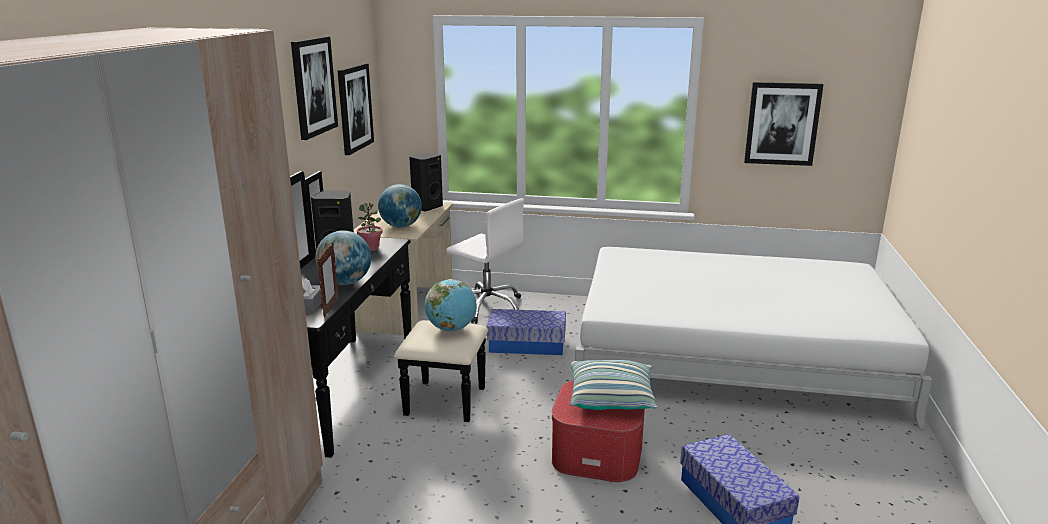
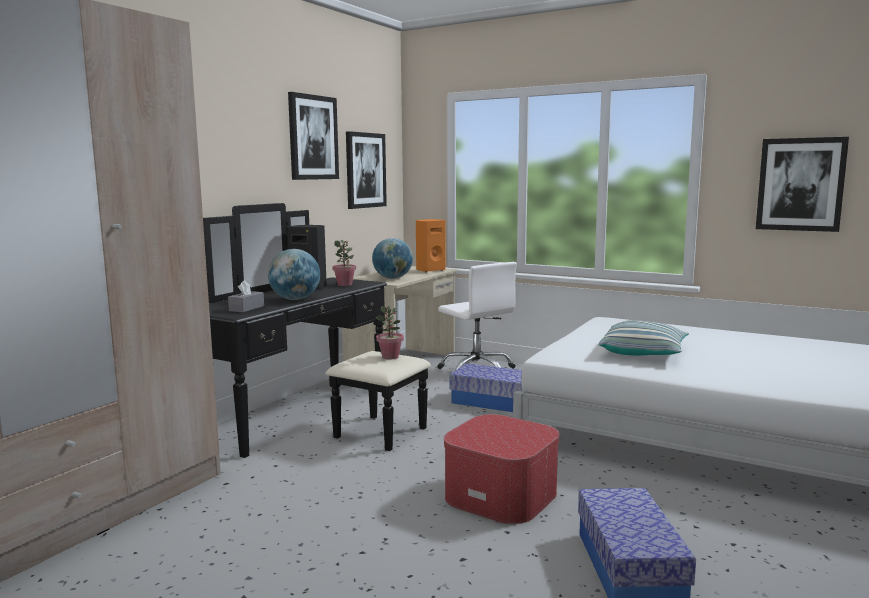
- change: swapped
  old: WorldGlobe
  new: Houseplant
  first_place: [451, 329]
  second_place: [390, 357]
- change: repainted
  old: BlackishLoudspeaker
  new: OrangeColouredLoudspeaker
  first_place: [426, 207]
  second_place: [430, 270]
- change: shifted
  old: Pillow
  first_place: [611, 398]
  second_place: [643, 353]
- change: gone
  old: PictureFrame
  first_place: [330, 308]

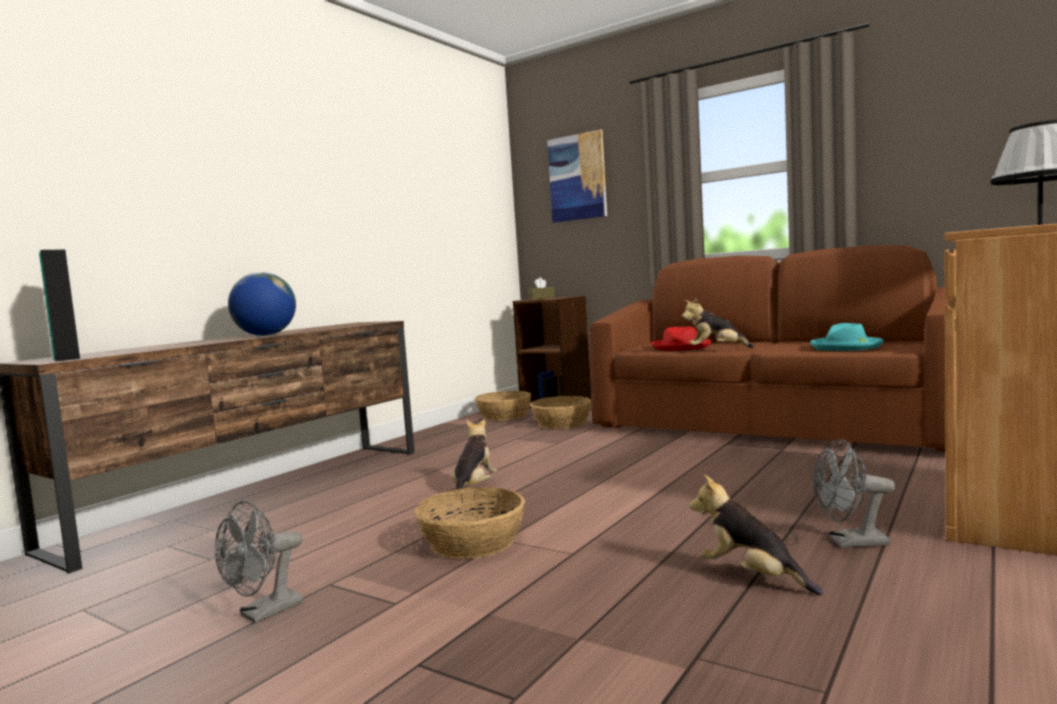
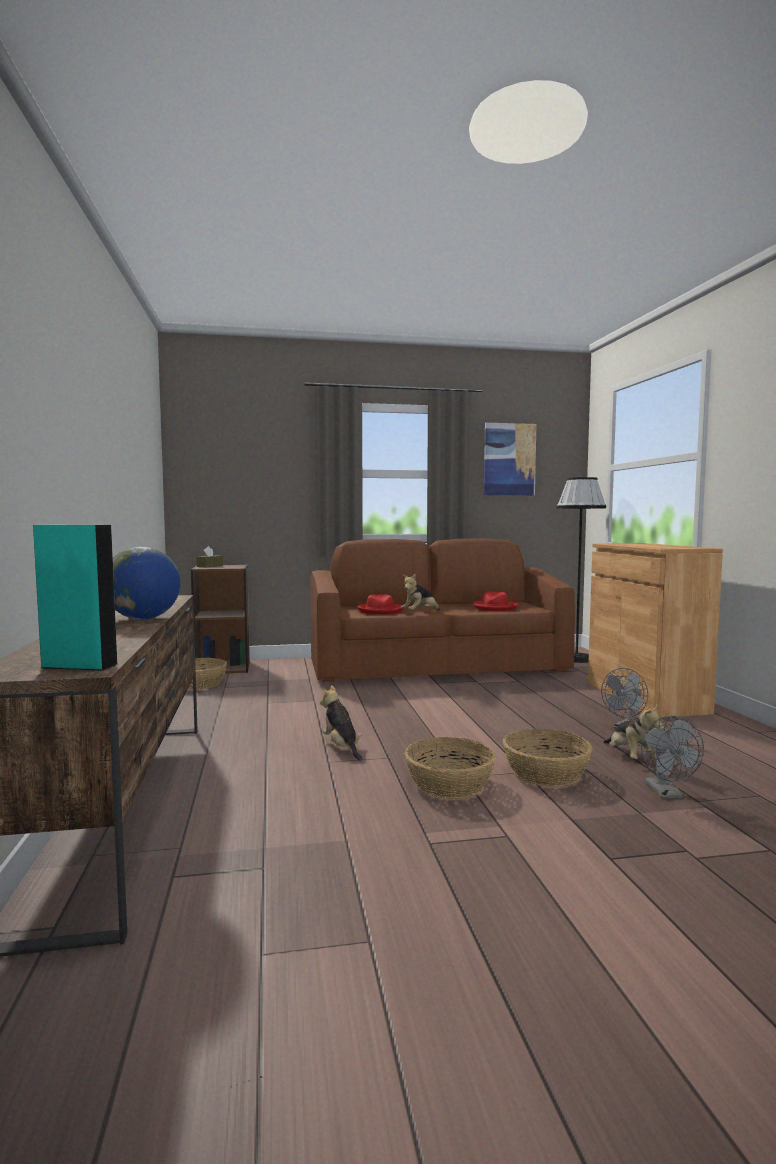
- change: repainted
  old: BlueGreenWearableHat
  new: RedColouredWearableHat
  first_place: [846, 347]
  second_place: [495, 607]
- change: shifted
  old: WallArt
  first_place: [577, 177]
  second_place: [509, 459]
- change: shifted
  old: StorageBasket
  first_place: [562, 423]
  second_place: [545, 773]
- change: rotated
  old: CuddlyToy
  first_place: [752, 577]
  second_place: [630, 757]
  degrees: -105
- change: shifted
  old: GreyElectricFan
  first_place: [263, 613]
  second_place: [667, 794]

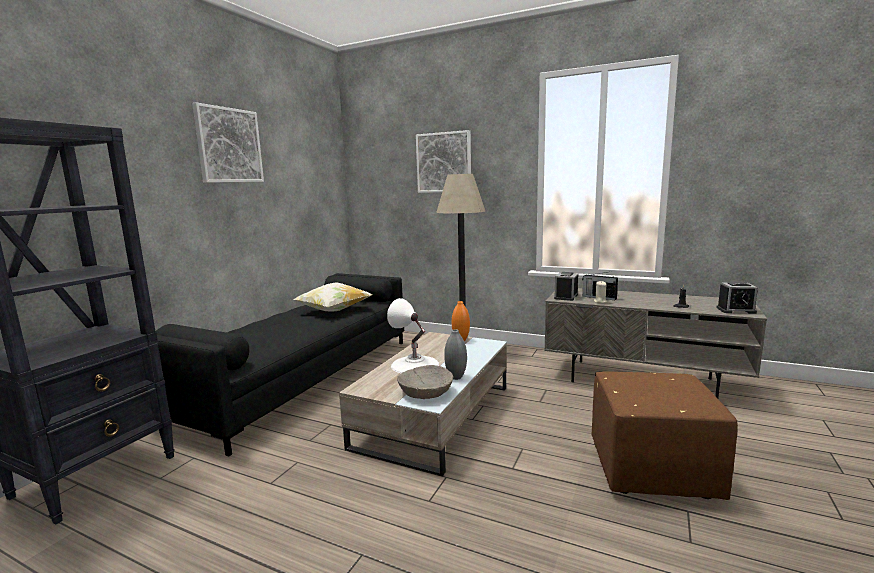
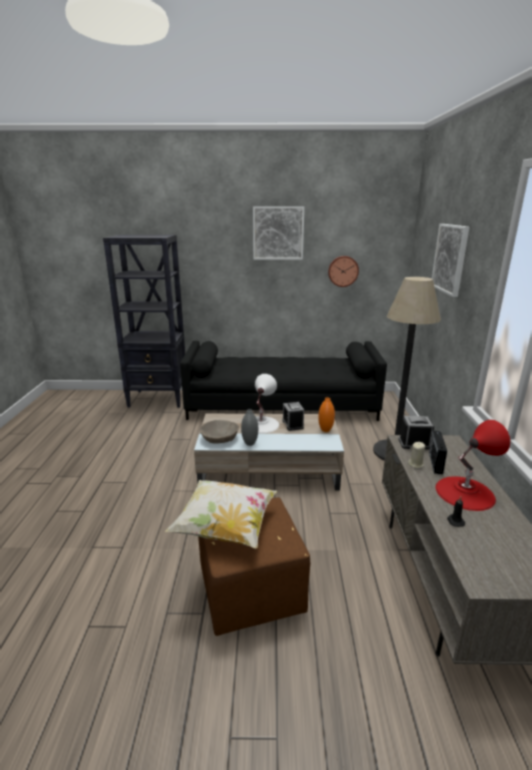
- change: shifted
  old: Pillow
  first_place: [334, 311]
  second_place: [225, 528]
- change: shifted
  old: AlarmClock
  first_place: [736, 310]
  second_place: [293, 424]
- change: new
  new: WallClock
  second_place: [343, 271]
- change: new
  new: RedColouredLampForATable
  second_place: [464, 492]

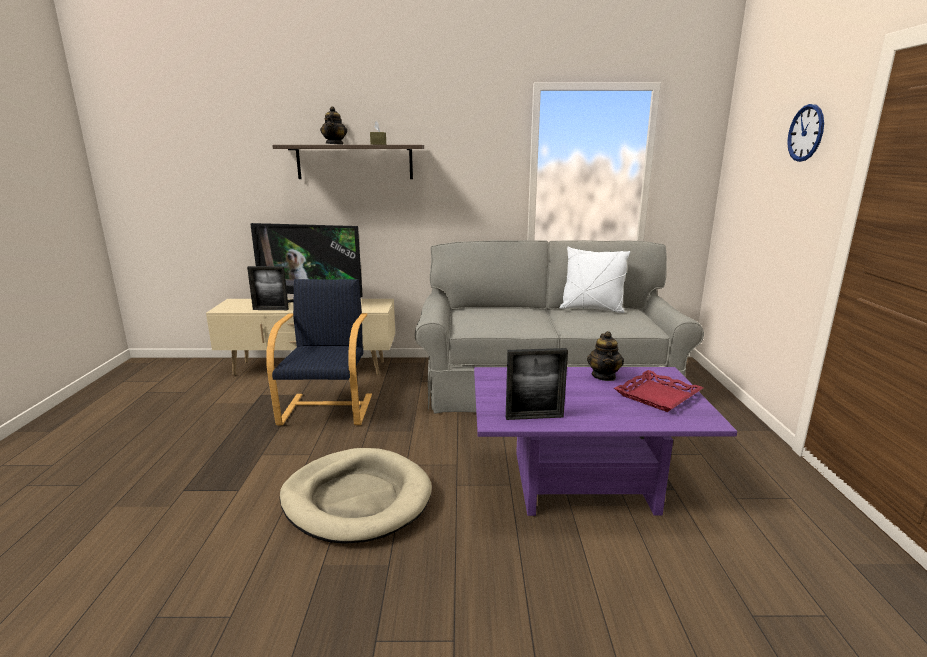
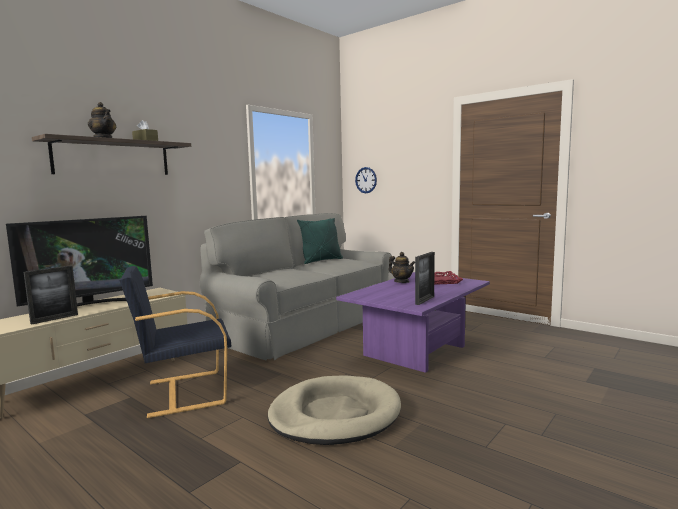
- change: rotated
  old: BlackishArmchair
  first_place: [327, 409]
  second_place: [184, 392]
  degrees: -60
- change: repainted
  old: WhitePillow
  new: GreenColouredPillow
  first_place: [592, 309]
  second_place: [321, 261]
- change: shifted
  old: WallClock
  first_place: [805, 133]
  second_place: [366, 180]

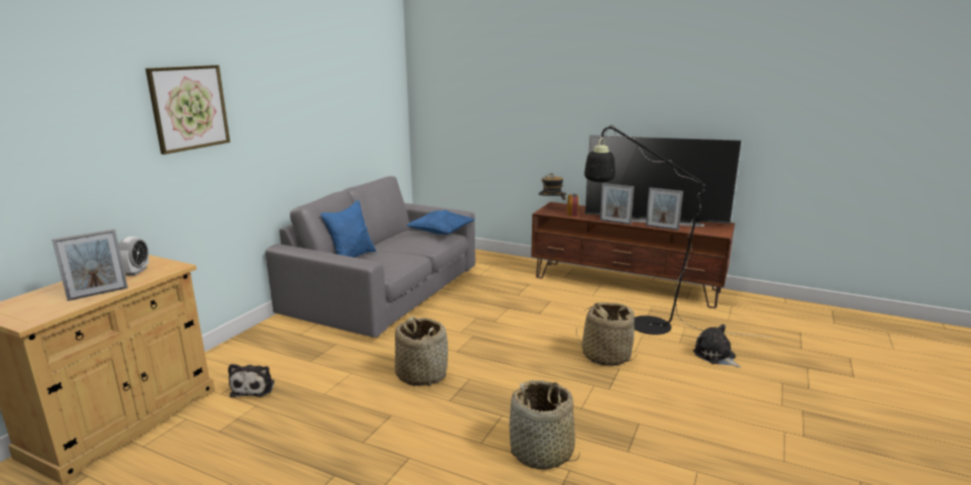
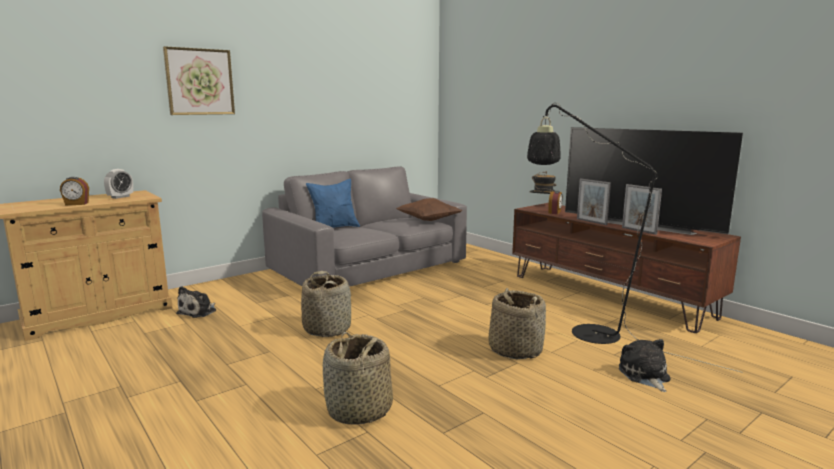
- change: swapped
  old: PictureFrame
  new: AlarmClock
  first_place: [98, 294]
  second_place: [76, 204]
- change: repainted
  old: BluishPillow
  new: BrownishPillow
  first_place: [441, 233]
  second_place: [428, 220]

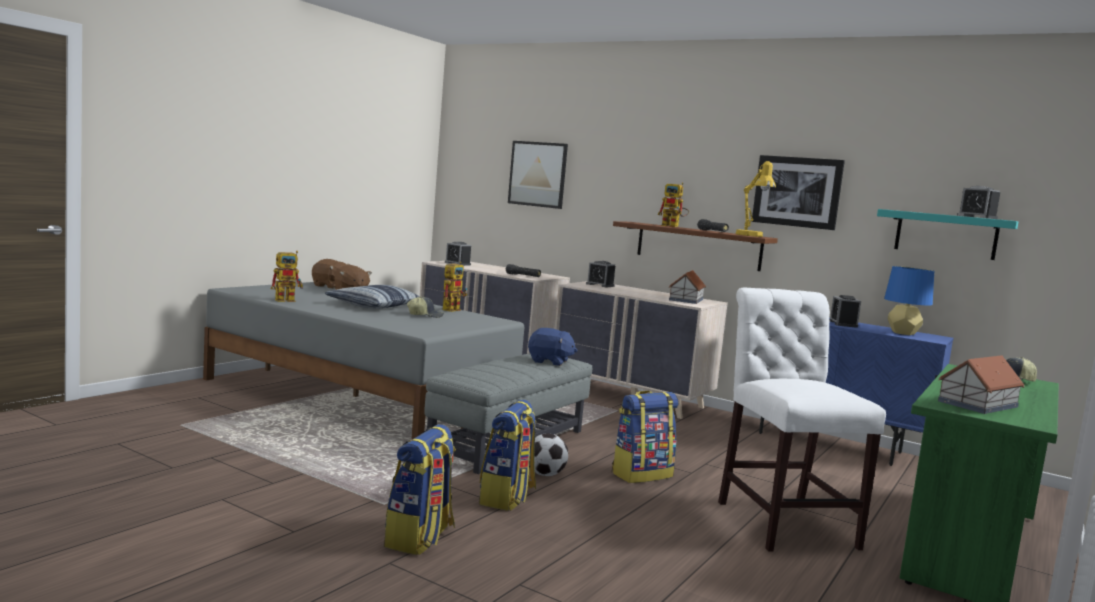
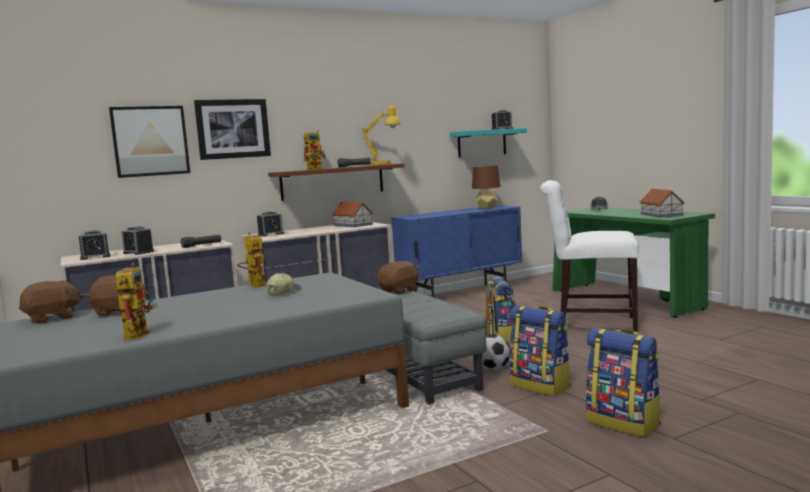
- change: shifted
  old: AlarmClock
  first_place: [843, 324]
  second_place: [138, 252]
- change: shifted
  old: WallArt
  first_place: [797, 192]
  second_place: [233, 129]
- change: repainted
  old: BluishCuddlyToy
  new: BrownishCuddlyToy
  first_place: [550, 361]
  second_place: [400, 291]
- change: repainted
  old: BluishLampForATable
  new: BrownishLampForATable
  first_place: [903, 333]
  second_place: [487, 208]
- change: gone
  old: Pillow
  first_place: [372, 305]

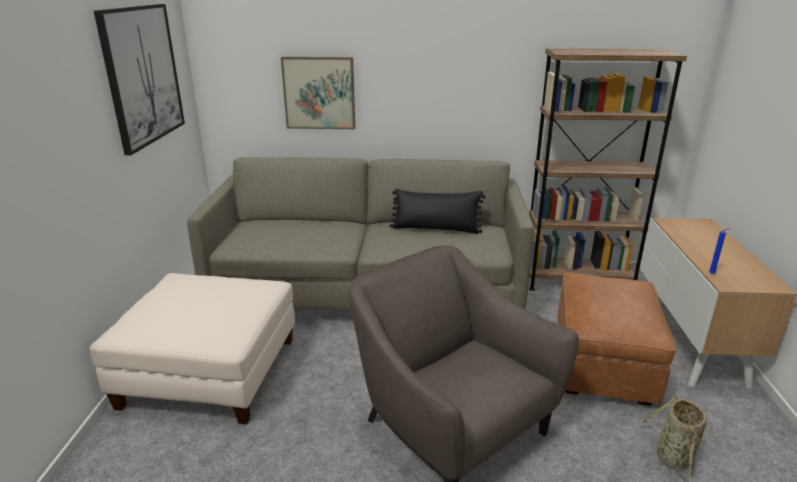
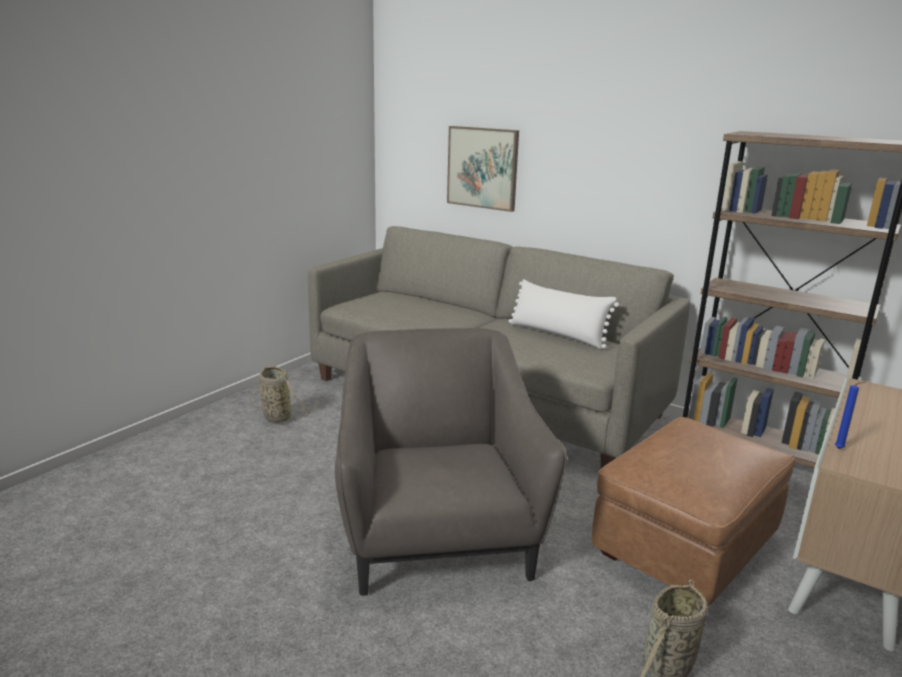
- change: swapped
  old: WhiteFootrest
  new: StorageBasket
  first_place: [210, 372]
  second_place: [276, 417]
- change: repainted
  old: BlackishPillow
  new: WhitePillow
  first_place: [436, 229]
  second_place: [557, 335]
- change: gone
  old: WallArt
  first_place: [143, 75]

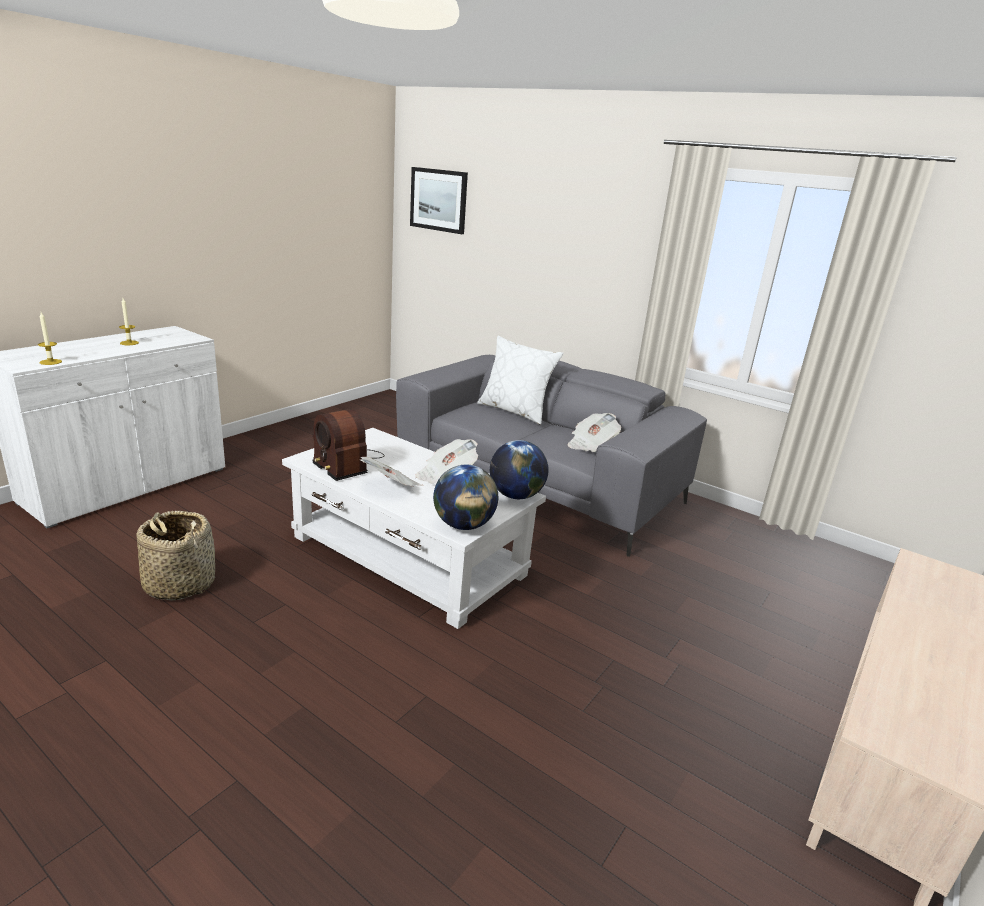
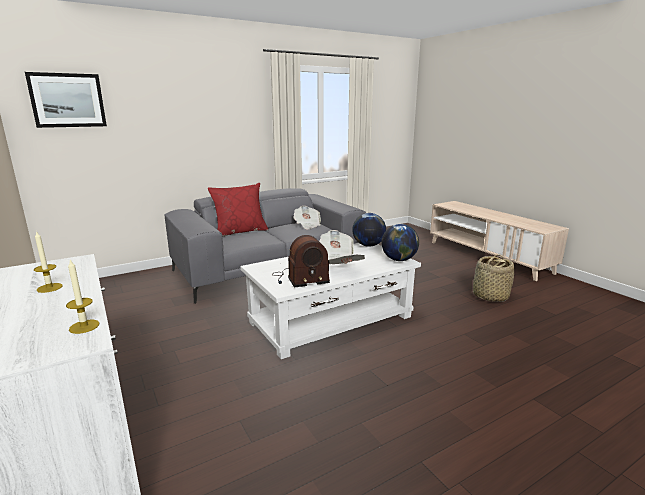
- change: repainted
  old: WhitePillow
  new: RedColouredPillow
  first_place: [515, 411]
  second_place: [240, 232]
- change: shifted
  old: StorageBasket
  first_place: [179, 584]
  second_place: [490, 296]

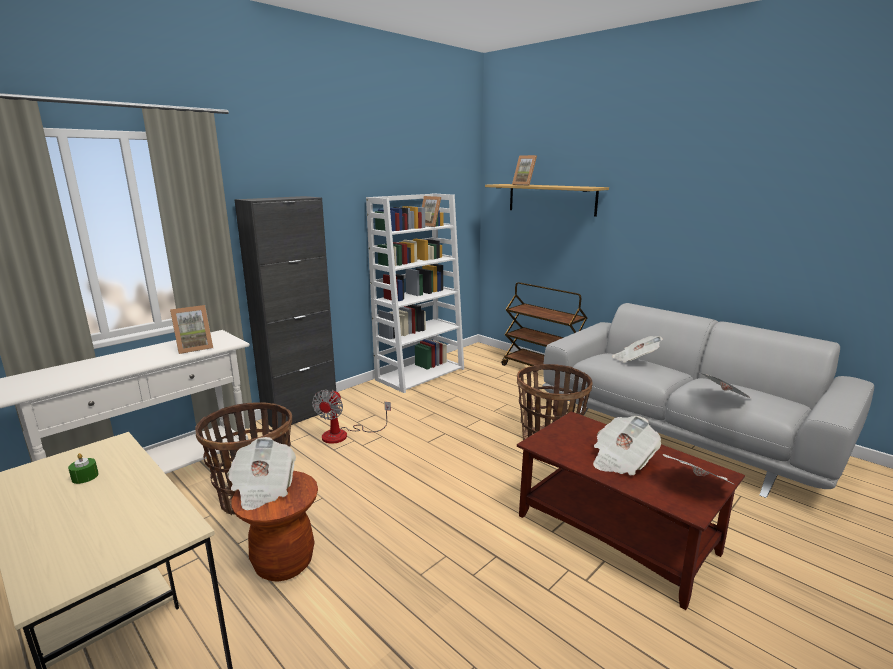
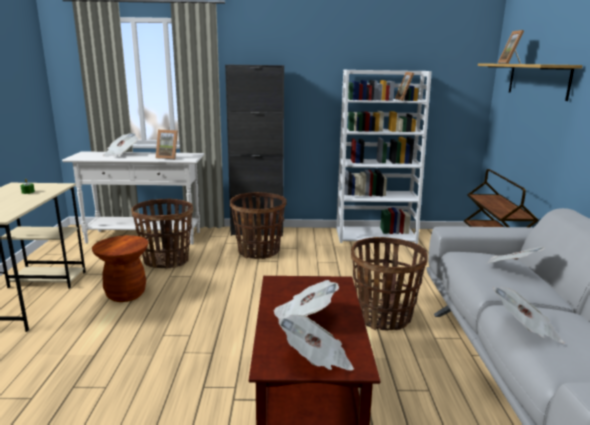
- change: shifted
  old: Newspaper
  first_place: [263, 488]
  second_place: [121, 154]
- change: swapped
  old: ElectricFan
  new: StorageBasket
  first_place: [344, 435]
  second_place: [259, 251]

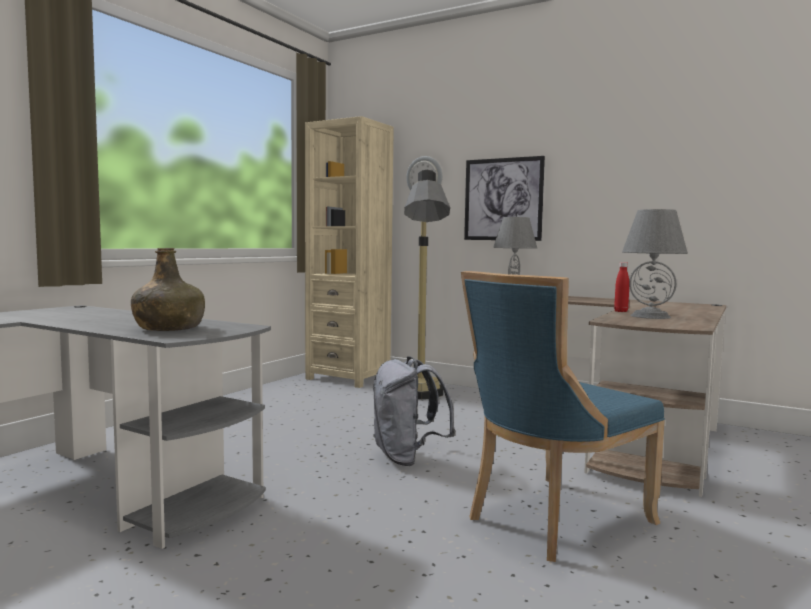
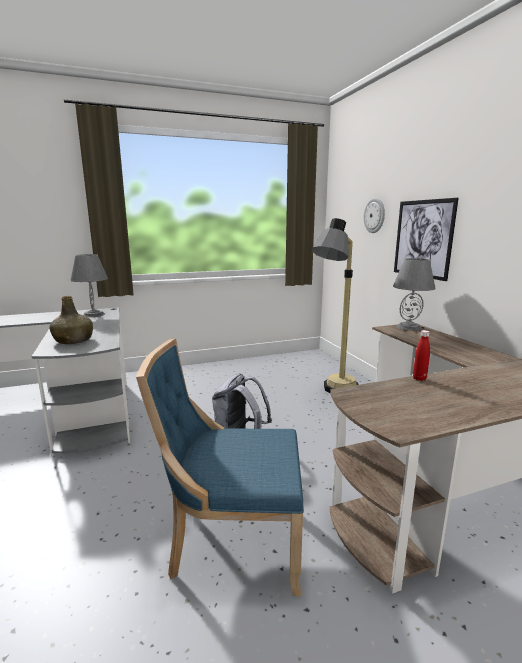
- change: shifted
  old: GreyLampForATable
  first_place: [650, 316]
  second_place: [93, 314]
- change: gone
  old: SandColouredBookcase
  first_place: [348, 378]

